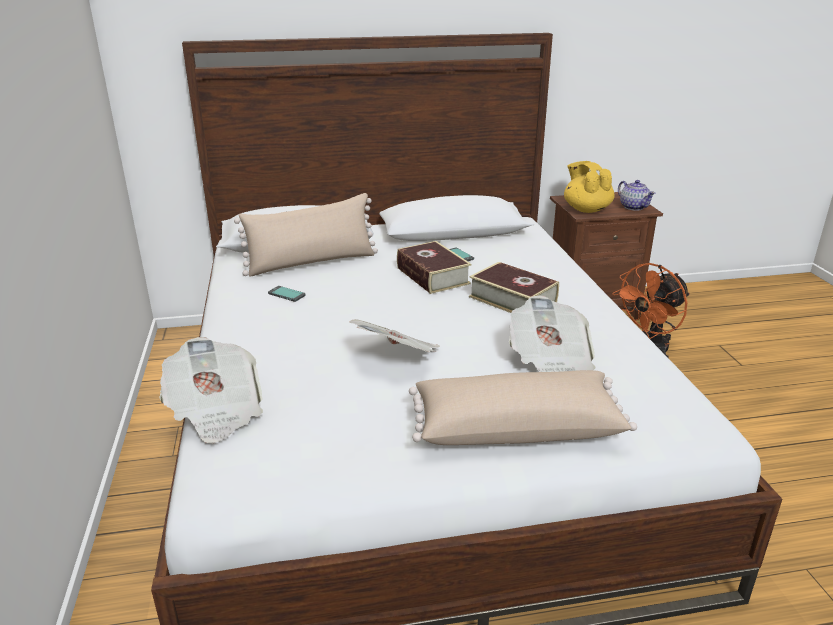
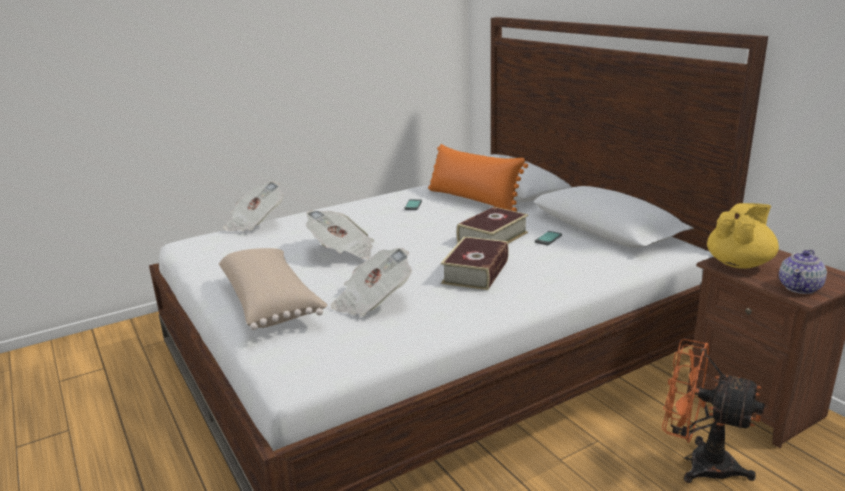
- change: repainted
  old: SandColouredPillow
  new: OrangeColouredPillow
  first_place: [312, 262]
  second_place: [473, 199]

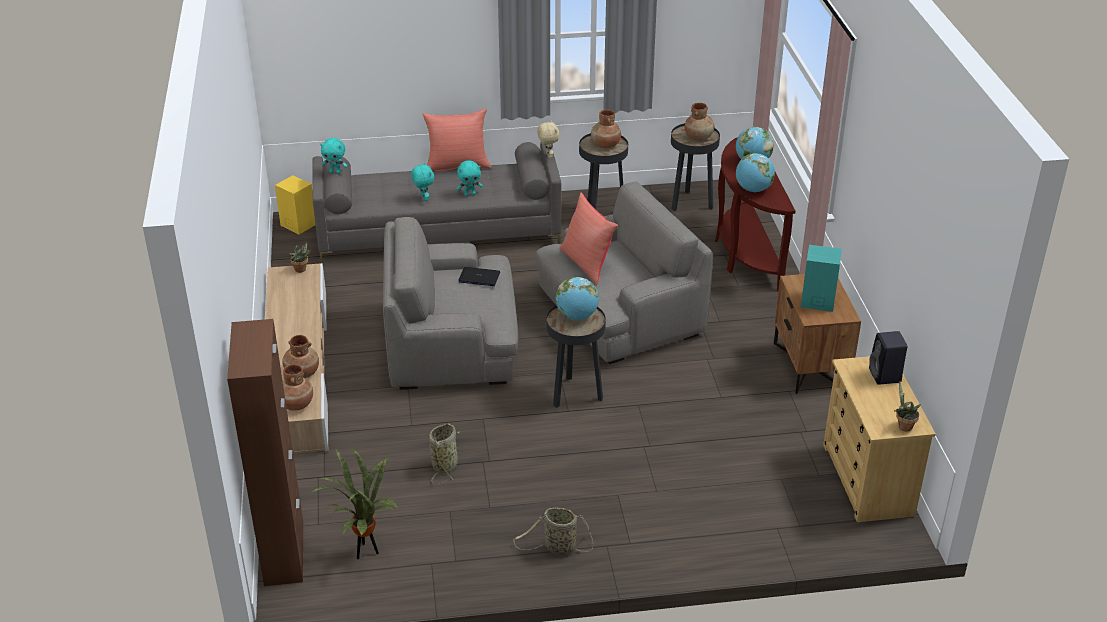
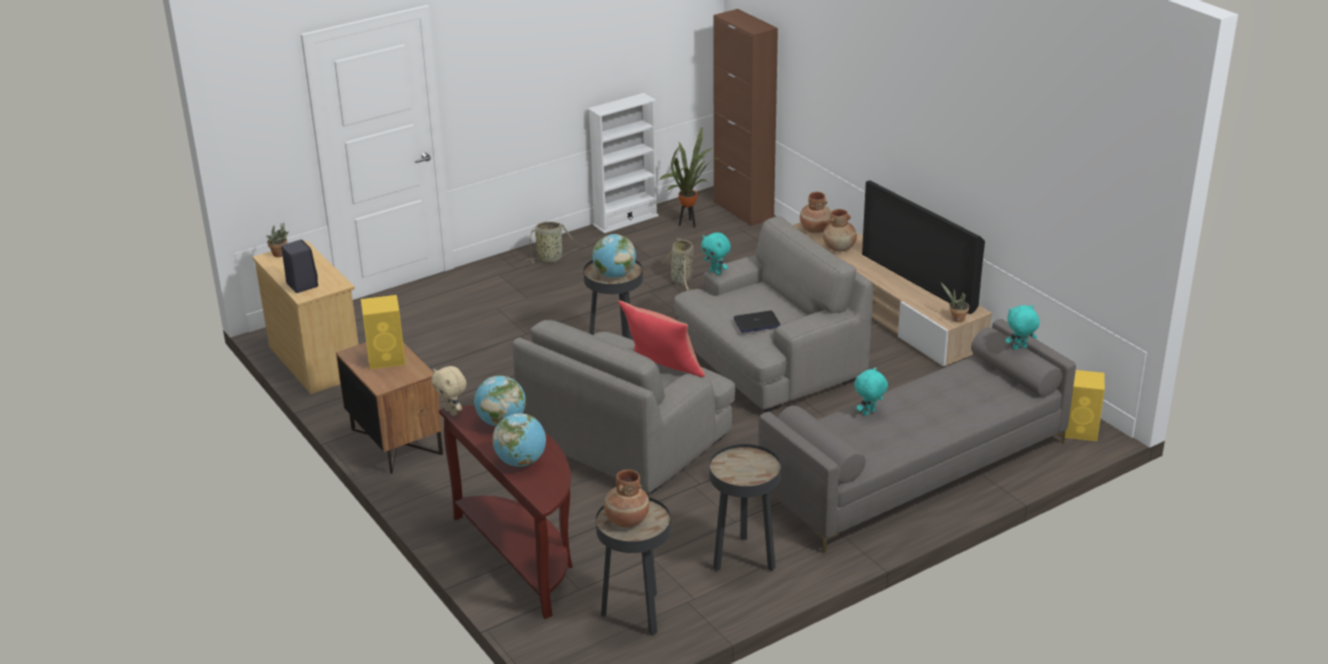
- change: repainted
  old: BlueGreenLoudspeaker
  new: YellowColouredLoudspeaker
  first_place: [816, 301]
  second_place: [387, 358]
- change: shifted
  old: SandColouredCuddlyToy
  first_place: [548, 155]
  second_place: [452, 412]
- change: new
  new: WhiteBookcase
  second_place: [625, 220]
- change: shifted
  old: BlueGreenCuddlyToy
  first_place: [423, 198]
  second_place: [716, 272]
- change: new
  new: Tv
  second_place: [921, 280]
- change: gone
  old: RedColouredPillow
  first_place: [457, 165]
- change: gone
  old: BrownishFlowerVase
  first_place: [605, 145]

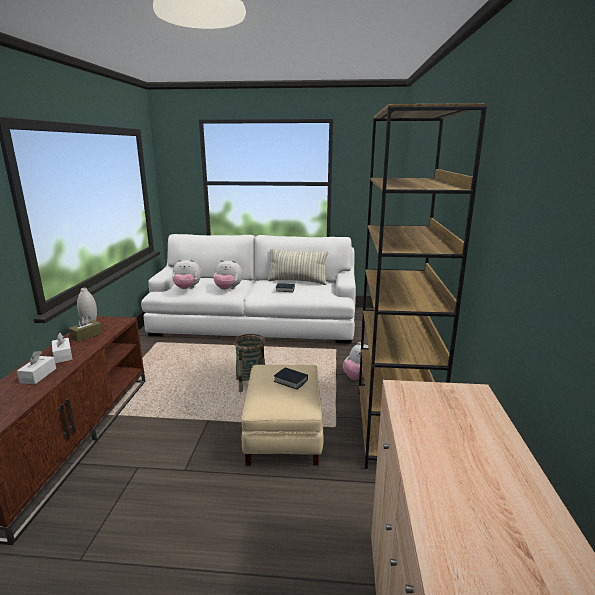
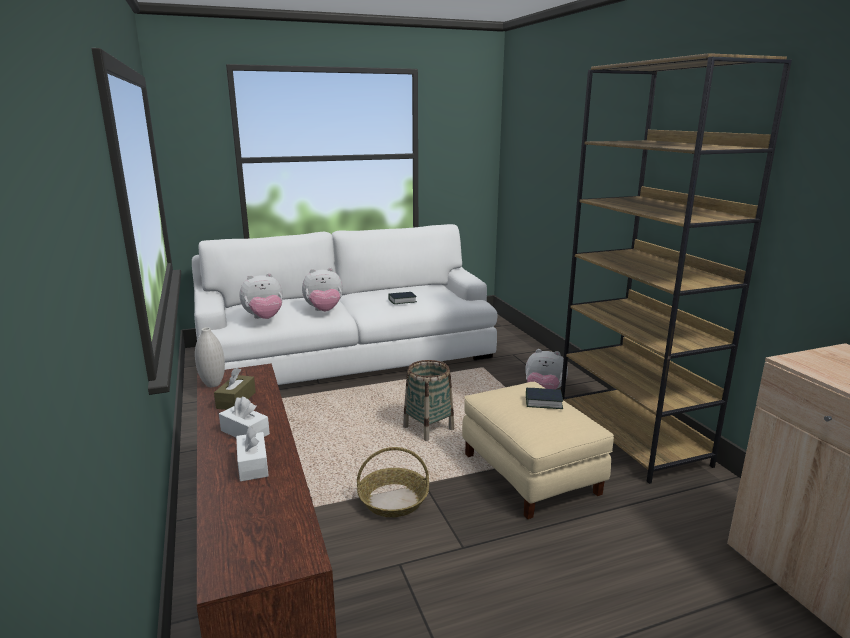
- change: new
  new: StorageBasket
  second_place: [393, 500]
- change: gone
  old: Pillow
  first_place: [297, 281]

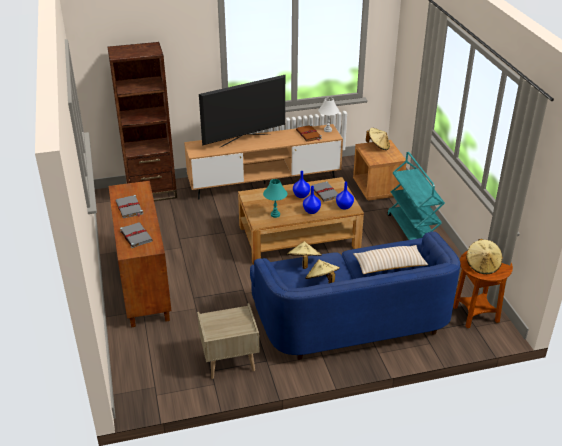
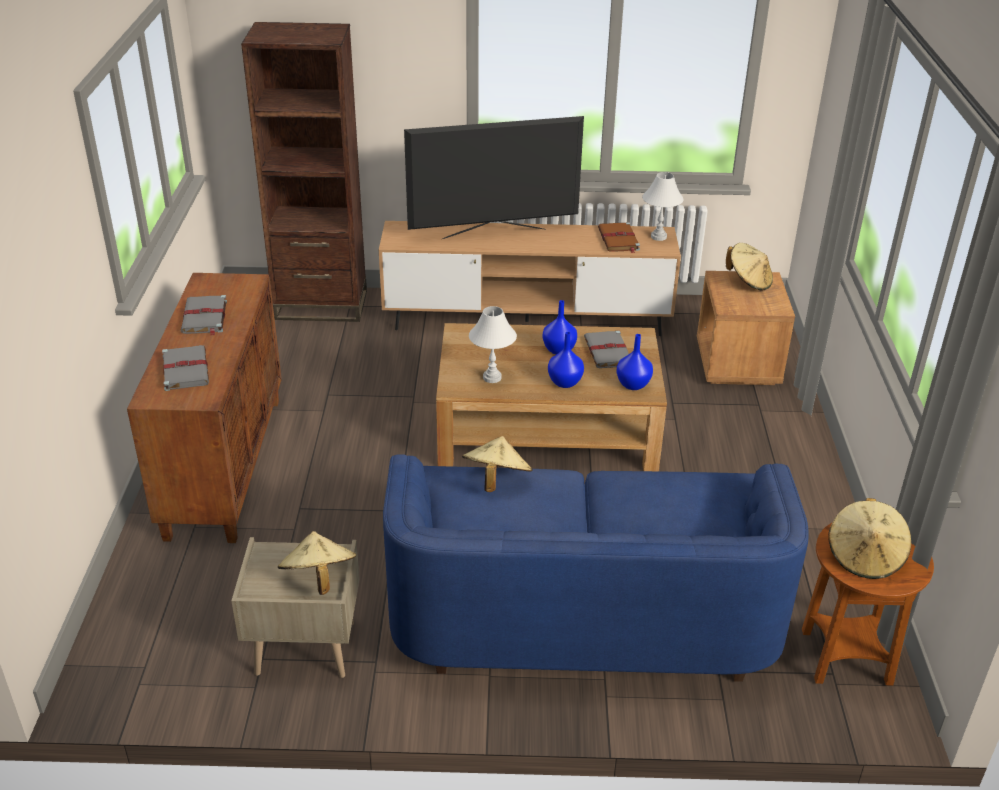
- change: shifted
  old: SandColouredWearableHat
  first_place: [322, 281]
  second_place: [318, 579]
- change: repainted
  old: BlueGreenLampForATable
  new: WhiteLampForATable
  first_place: [275, 215]
  second_place: [492, 378]
- change: gone
  old: SandColouredPillow
  first_place: [389, 265]
- change: gone
  old: BlueGreenTrolley
  first_place: [412, 231]

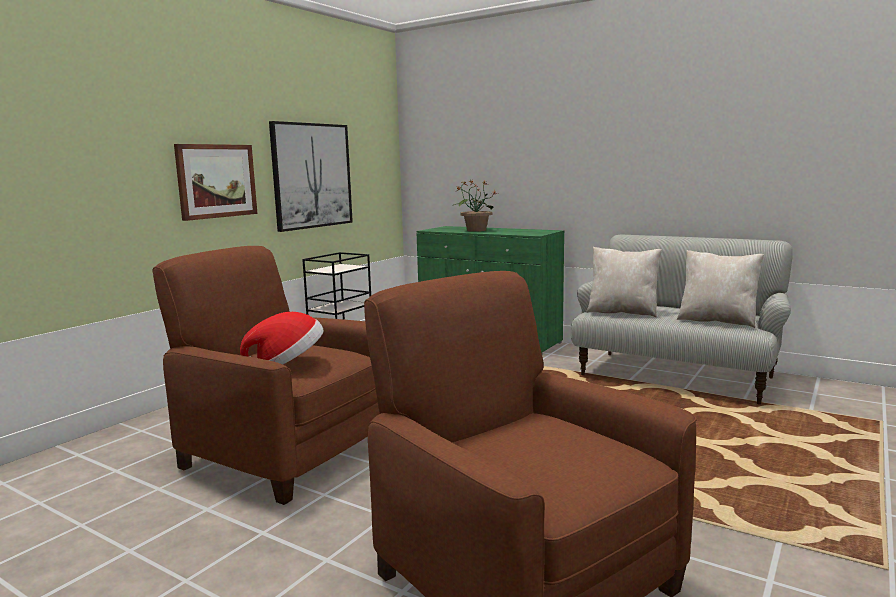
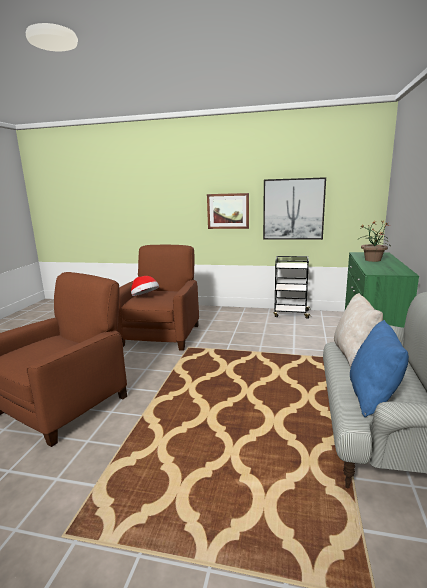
- change: repainted
  old: SandColouredPillow
  new: BluishPillow
  first_place: [717, 321]
  second_place: [373, 397]

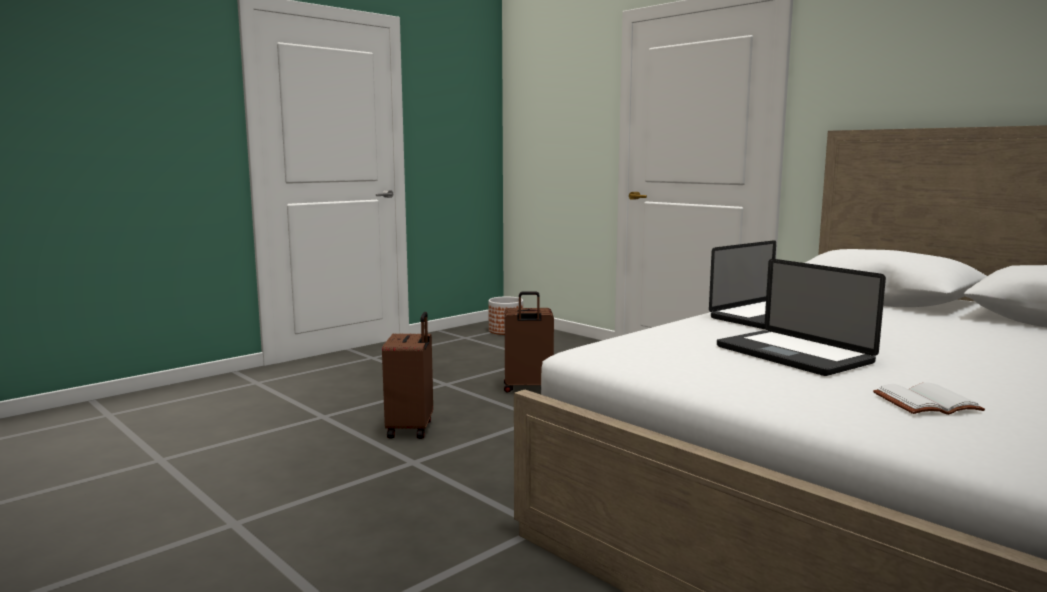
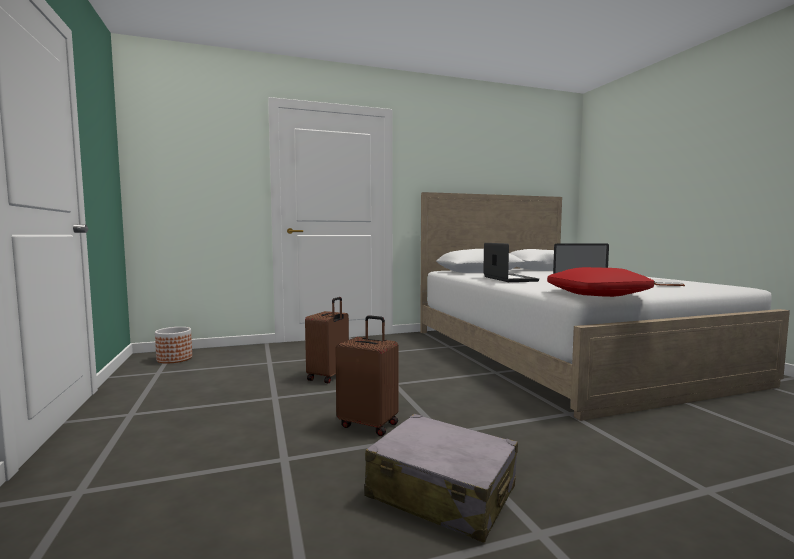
- change: new
  new: GreyTravelCase
  second_place: [442, 492]
- change: new
  new: RedColouredPillow
  second_place: [597, 293]

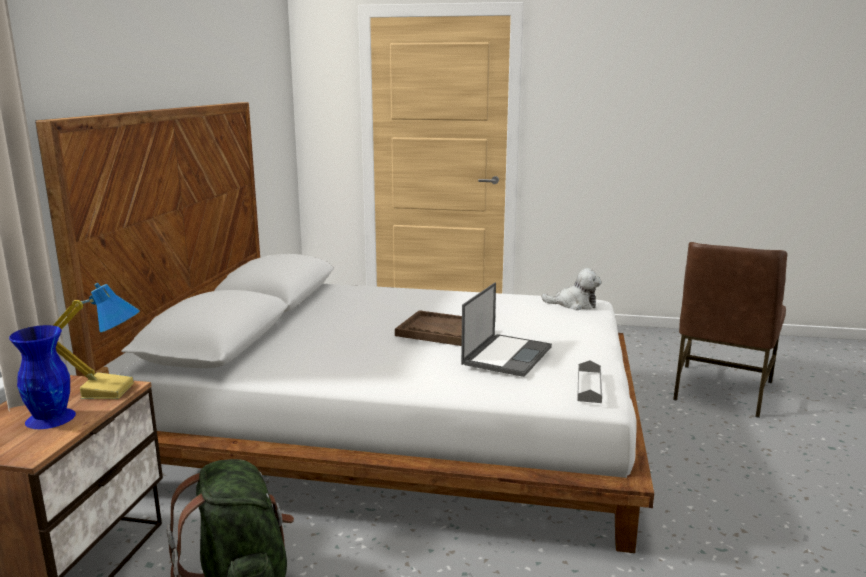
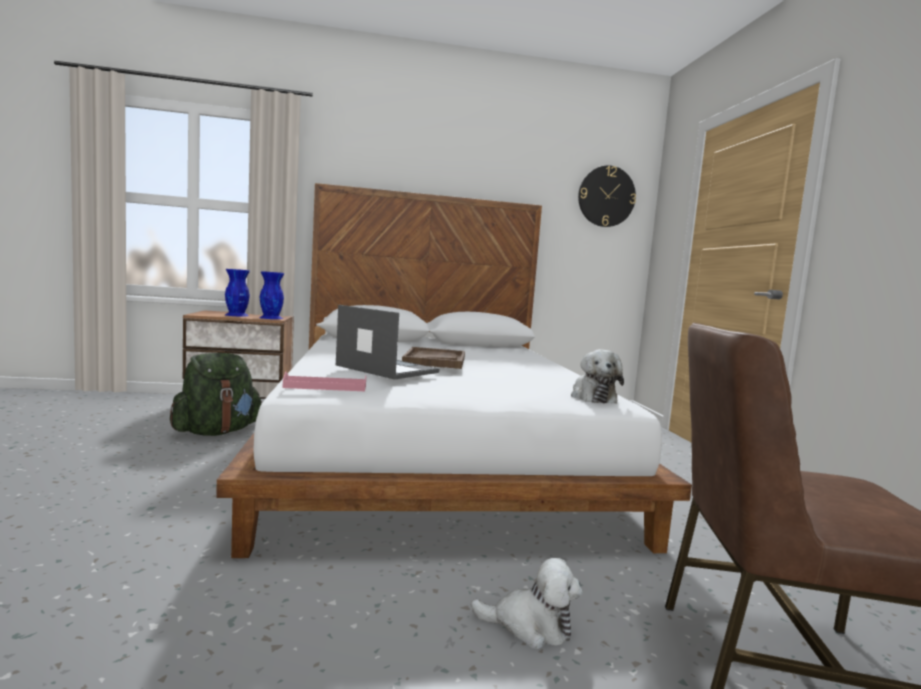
- change: swapped
  old: LampForATable
  new: BluishFlowerVase
  first_place: [108, 389]
  second_place: [271, 318]
- change: repainted
  old: GreyServingTray
  new: PinkServingTray
  first_place: [589, 386]
  second_place: [325, 387]
- change: rotated
  old: NotebookComputer
  first_place: [507, 355]
  second_place: [385, 369]
  degrees: -150
- change: new
  new: CuddlyToy
  second_place: [530, 626]
- change: new
  new: WallClock
  second_place: [606, 196]

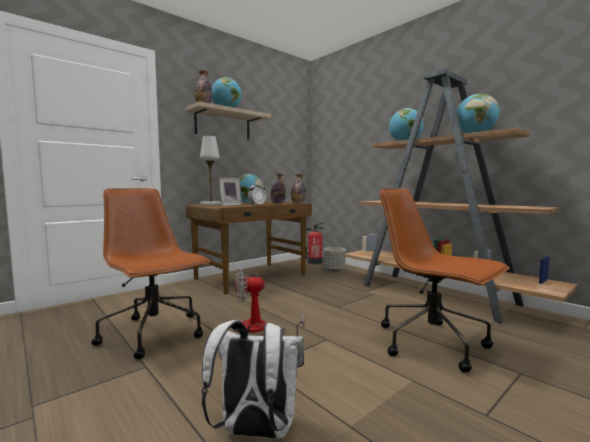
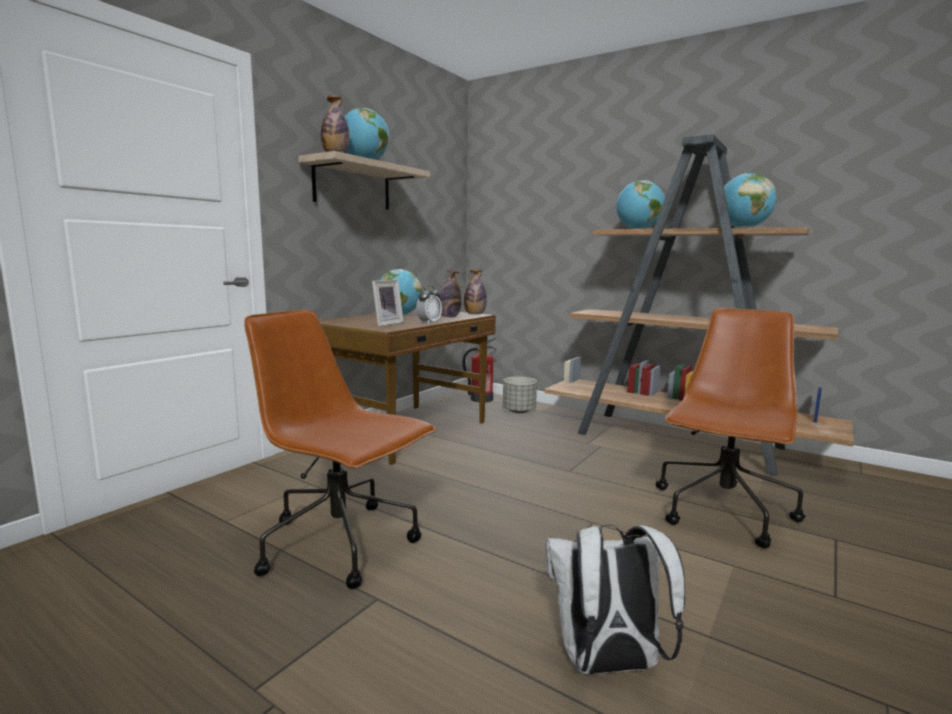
- change: rotated
  old: BrownishDeskChair
  first_place: [433, 344]
  second_place: [723, 513]
  degrees: 90
- change: gone
  old: WhiteLampForATable
  first_place: [211, 204]
- change: gone
  old: ElectricFan
  first_place: [260, 329]

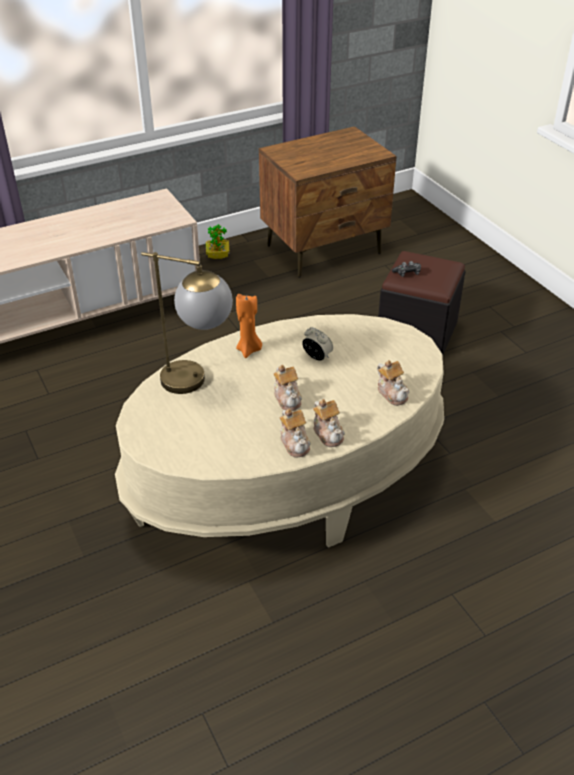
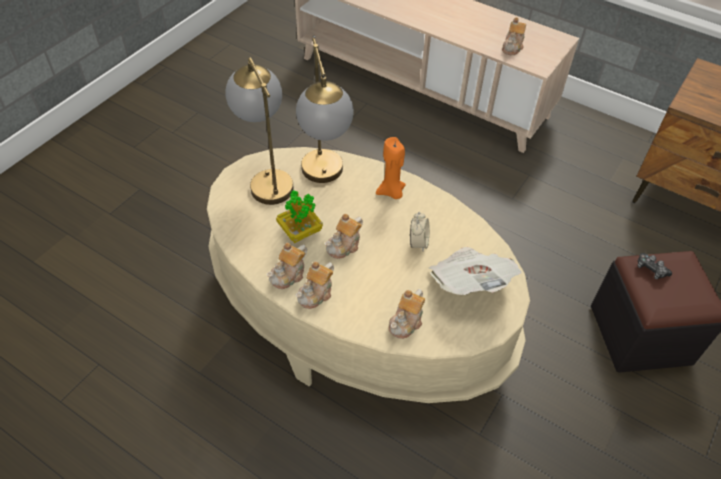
- change: new
  new: LampForATable
  second_place: [266, 178]
- change: shifted
  old: Houseplant
  first_place: [218, 256]
  second_place: [300, 231]
- change: new
  new: Newspaper
  second_place: [469, 283]
- change: new
  new: TeaPot
  second_place: [512, 47]

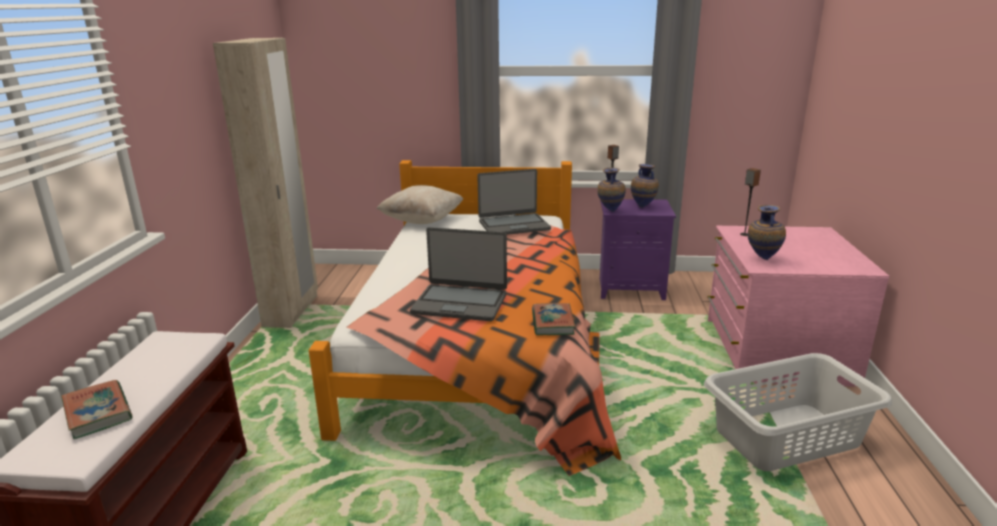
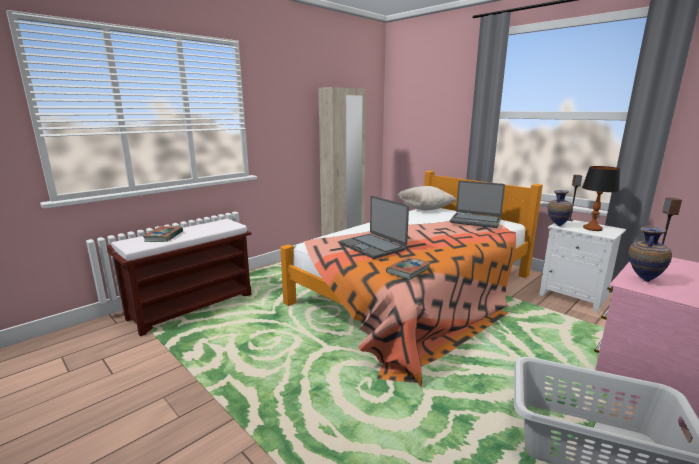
- change: repainted
  old: PurpleNightstand
  new: WhiteNightstand
  first_place: [631, 288]
  second_place: [575, 296]
- change: swapped
  old: FlowerVase
  new: LampForATable
  first_place: [643, 207]
  second_place: [592, 228]

